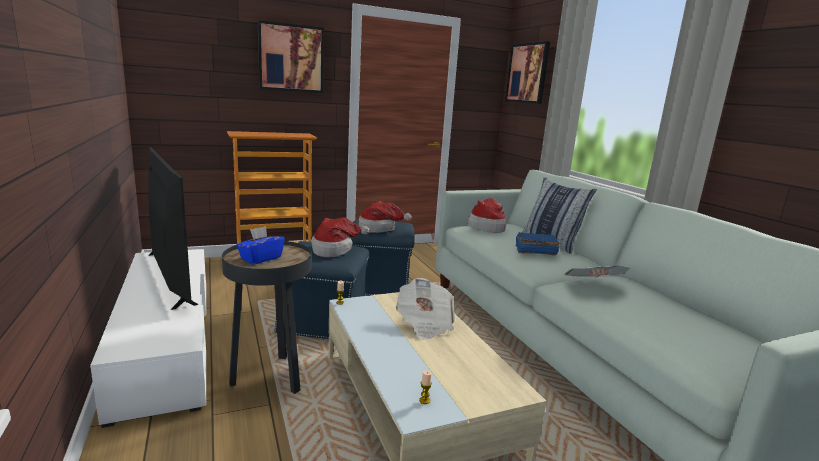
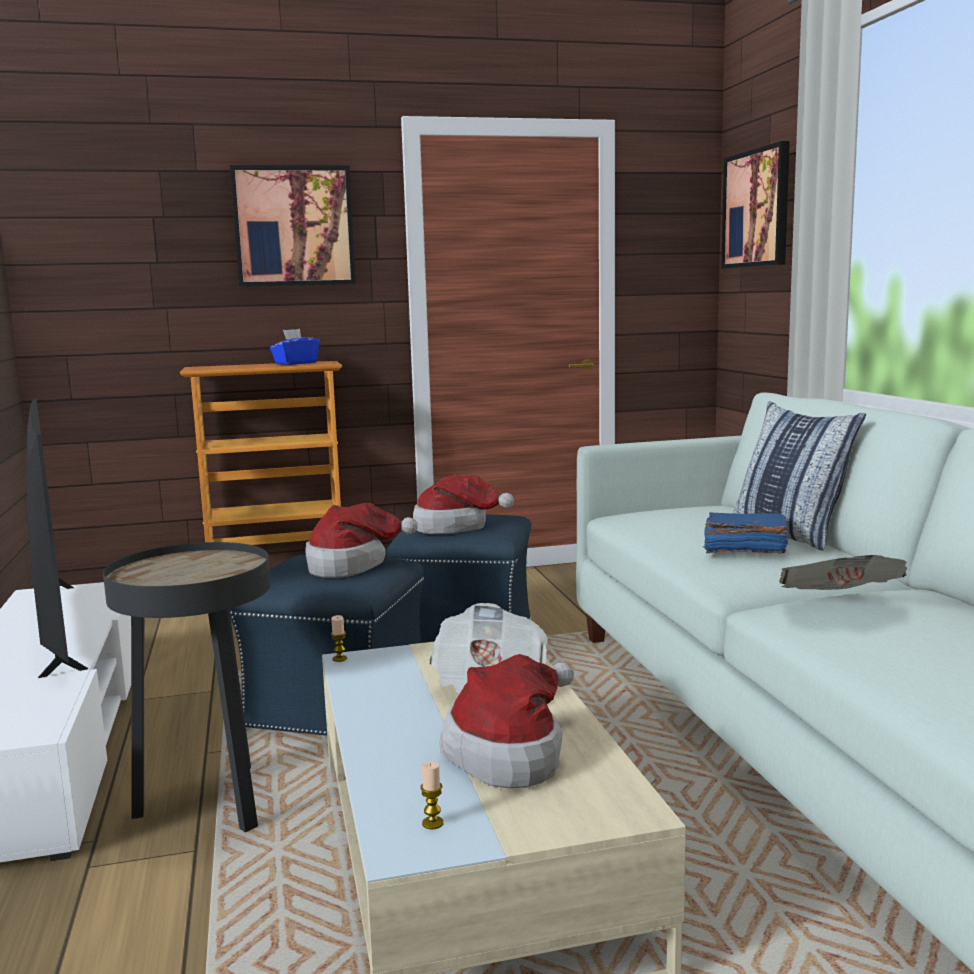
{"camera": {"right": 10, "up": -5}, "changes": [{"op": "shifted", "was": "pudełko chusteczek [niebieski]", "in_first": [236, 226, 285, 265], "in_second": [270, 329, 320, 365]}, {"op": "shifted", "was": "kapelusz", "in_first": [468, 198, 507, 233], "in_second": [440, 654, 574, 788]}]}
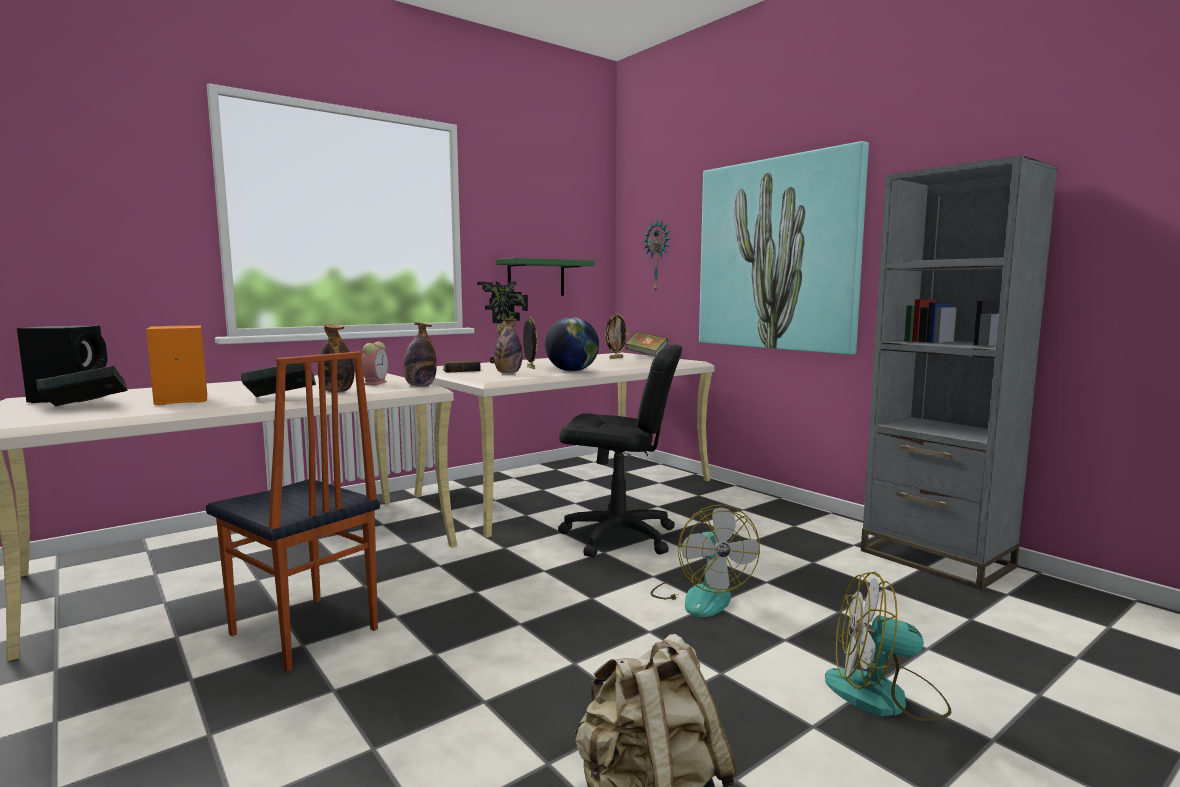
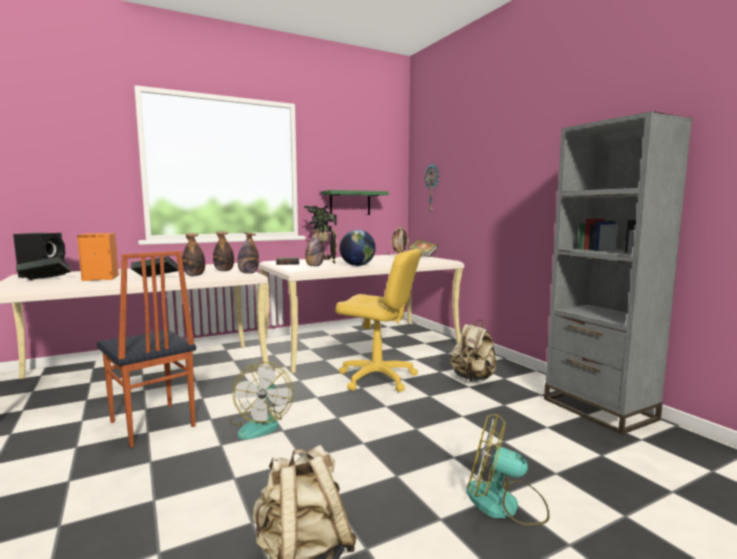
{"camera": {"right": 10, "up": 0}, "changes": [{"op": "swapped", "was": "budzik", "now": "butelka", "in_first": [362, 342, 388, 385], "in_second": [213, 231, 234, 271]}, {"op": "repainted", "was": "krzesło biurowe [czarny]", "now": "krzesło biurowe [żółty]", "in_first": [558, 345, 682, 557], "in_second": [335, 249, 422, 392]}, {"op": "shifted", "was": "wentylator", "in_first": [650, 505, 760, 617], "in_second": [229, 362, 294, 439]}, {"op": "gone", "was": "obraz", "in_first": [699, 141, 869, 355]}, {"op": "new", "now": "plecak [beżowy]", "in_second": [450, 320, 496, 382]}]}
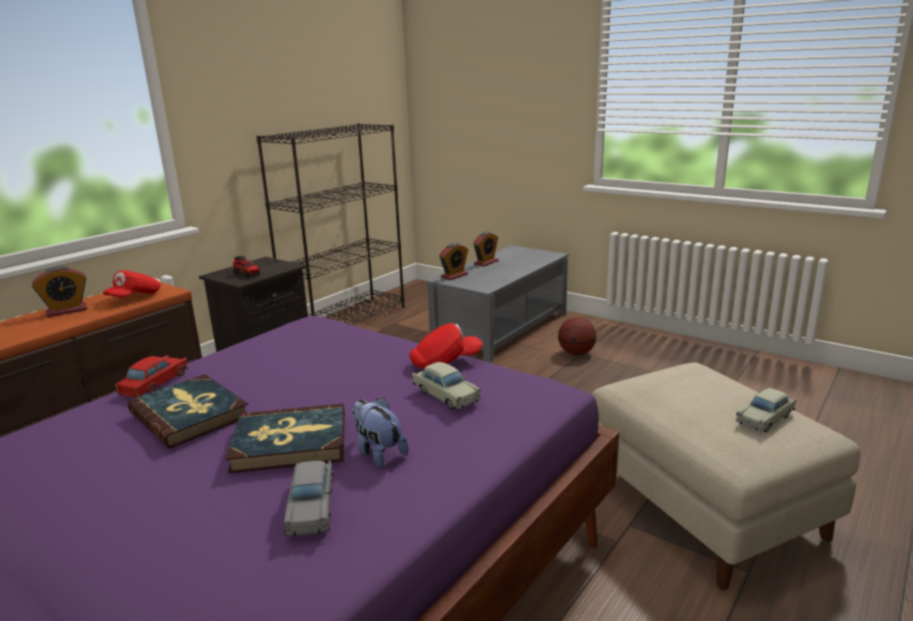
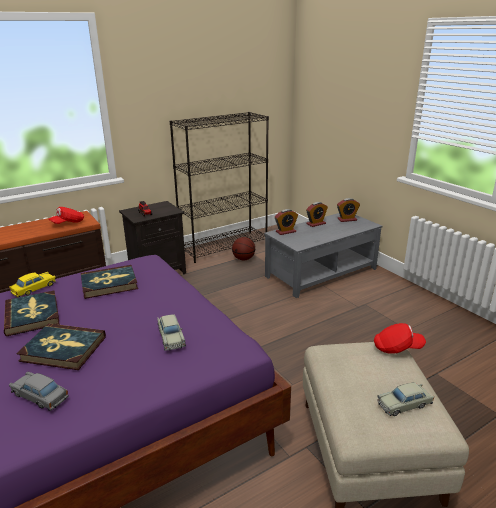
{"camera": {"right": 20, "up": 5}, "changes": [{"op": "shifted", "was": "budzik", "in_first": [32, 266, 87, 317], "in_second": [337, 198, 360, 222]}, {"op": "repainted", "was": "samochodzik [czerwony]", "now": "samochodzik [żółty]", "in_first": [115, 355, 188, 397], "in_second": [9, 272, 56, 297]}, {"op": "rotated", "was": "samochodzik [szary]", "in_first": [283, 460, 333, 537], "in_second": [9, 371, 68, 411], "clockwise": 105}, {"op": "gone", "was": "pluszak", "in_first": [352, 398, 409, 468]}, {"op": "shifted", "was": "czapka z daszkiem [czerwony]", "in_first": [409, 323, 483, 369], "in_second": [374, 323, 426, 354]}, {"op": "shifted", "was": "piłka do koszykówki", "in_first": [558, 317, 596, 355], "in_second": [232, 237, 255, 260]}, {"op": "new", "now": "książka", "in_second": [81, 265, 138, 299]}]}
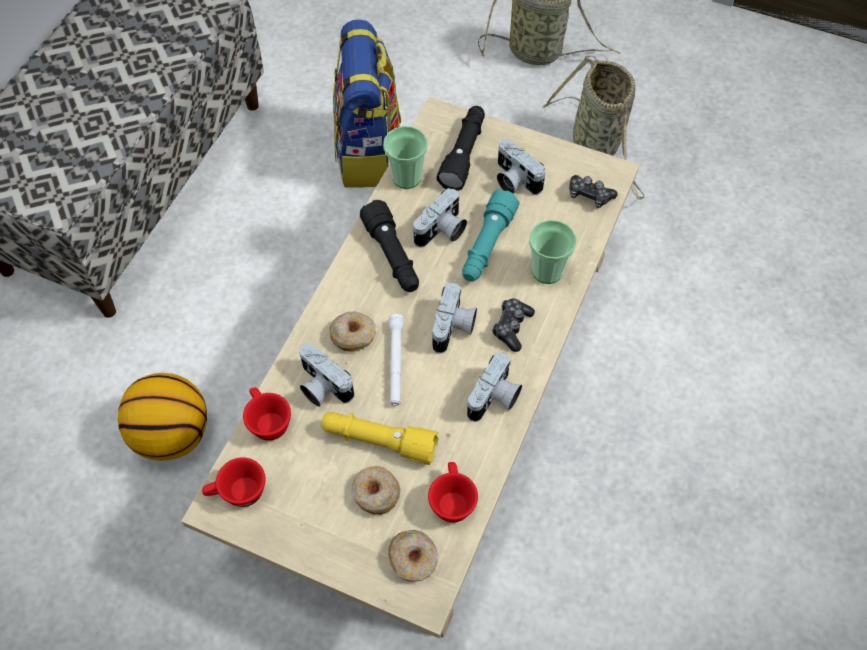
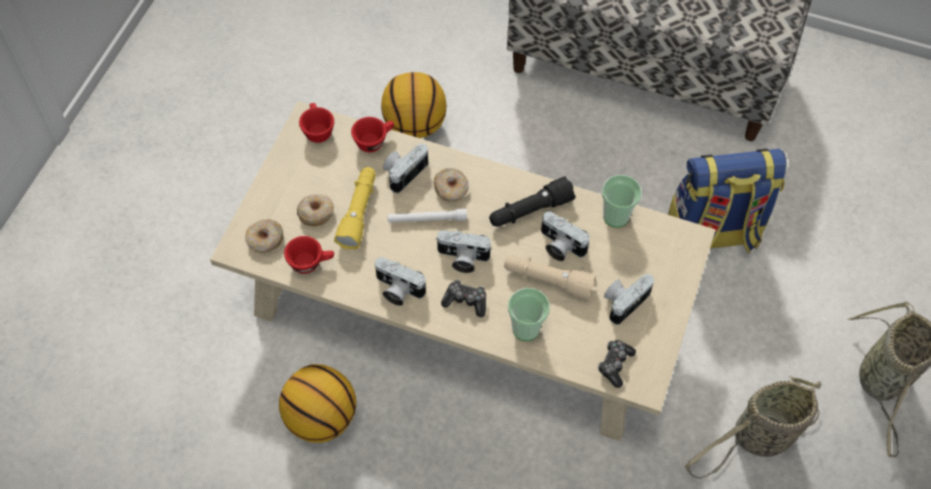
{"camera": {"right": 85, "up": 0}, "changes": [{"op": "gone", "was": "latarka [czarny]", "in_first": [436, 106, 485, 191]}, {"op": "repainted", "was": "latarka [turkusowy]", "now": "latarka [beżowy]", "in_first": [462, 190, 519, 282], "in_second": [504, 255, 597, 300]}, {"op": "new", "now": "piłka do koszykówki", "in_second": [279, 364, 356, 443]}]}
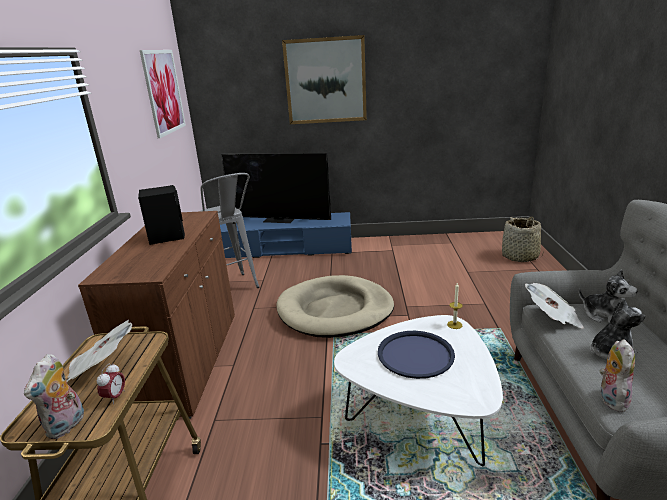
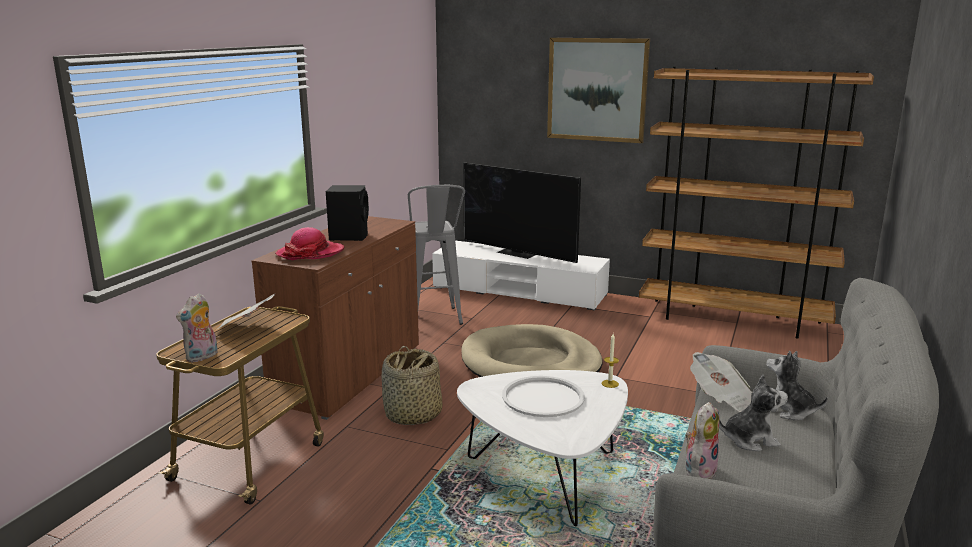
{"camera": {"right": 20, "up": -5}, "changes": [{"op": "gone", "was": "budzik", "in_first": [97, 363, 125, 404]}, {"op": "gone", "was": "obraz", "in_first": [140, 50, 186, 138]}, {"op": "repainted", "was": "szafka pod telewizor [niebieski]", "now": "szafka pod telewizor [biały]", "in_first": [220, 212, 352, 258], "in_second": [432, 241, 610, 311]}, {"op": "repainted", "was": "taca [niebieski]", "now": "taca [biały]", "in_first": [378, 331, 455, 379], "in_second": [502, 376, 585, 417]}, {"op": "shifted", "was": "koszyk", "in_first": [502, 217, 543, 262], "in_second": [381, 346, 442, 425]}, {"op": "rotated", "was": "pluszak", "in_first": [579, 269, 638, 323], "in_second": [766, 351, 828, 420], "clockwise": 150}, {"op": "new", "now": "kapelusz", "in_second": [275, 227, 344, 260]}, {"op": "new", "now": "regał [brązowy]", "in_second": [639, 67, 874, 339]}]}
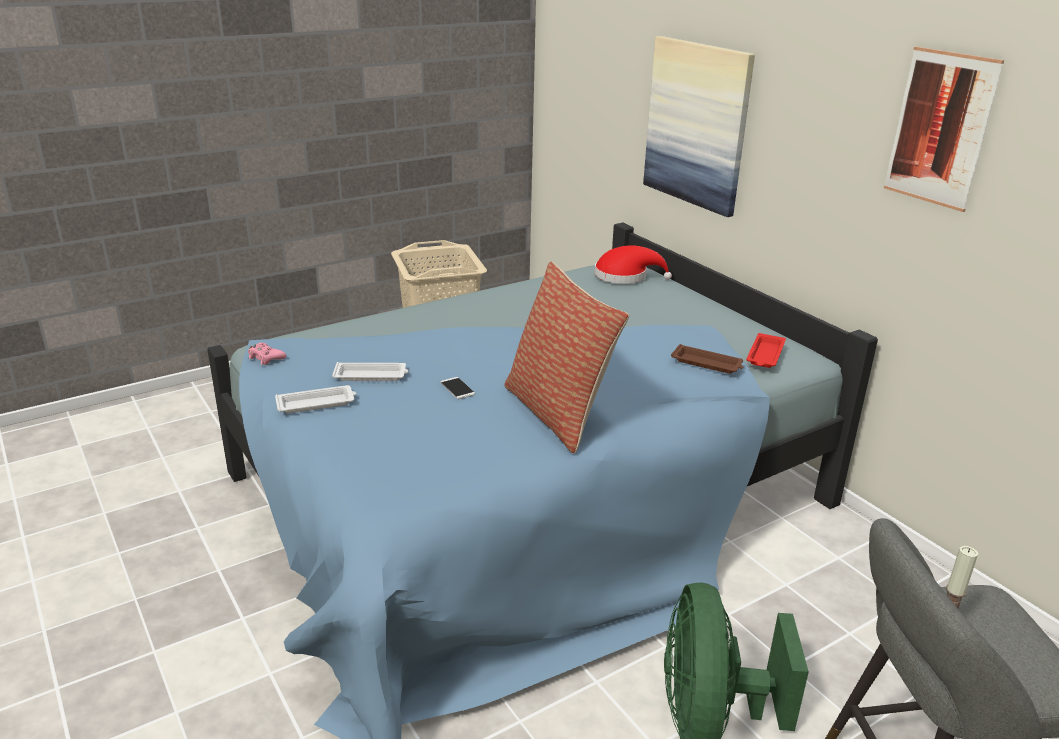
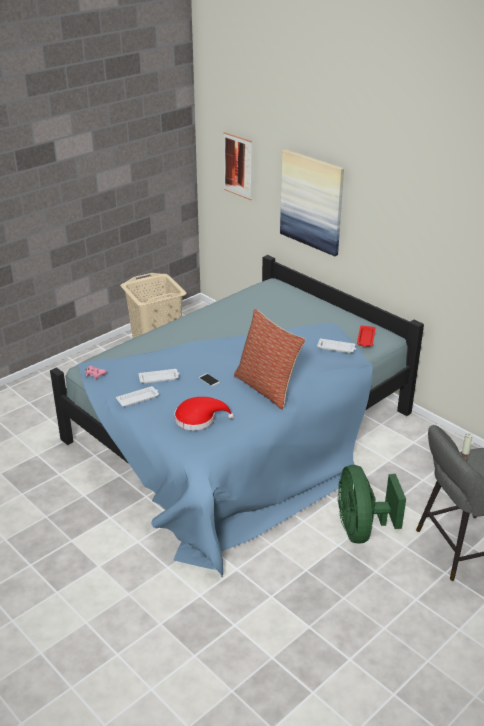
{"camera": {"right": -10, "up": 5}, "changes": [{"op": "shifted", "was": "kapelusz [czerwony]", "in_first": [595, 245, 672, 284], "in_second": [174, 397, 234, 430]}, {"op": "repainted", "was": "taca [brązowy]", "now": "taca [biały]", "in_first": [671, 344, 743, 374], "in_second": [317, 338, 356, 353]}, {"op": "shifted", "was": "obraz", "in_first": [884, 47, 1004, 212], "in_second": [223, 132, 252, 200]}]}
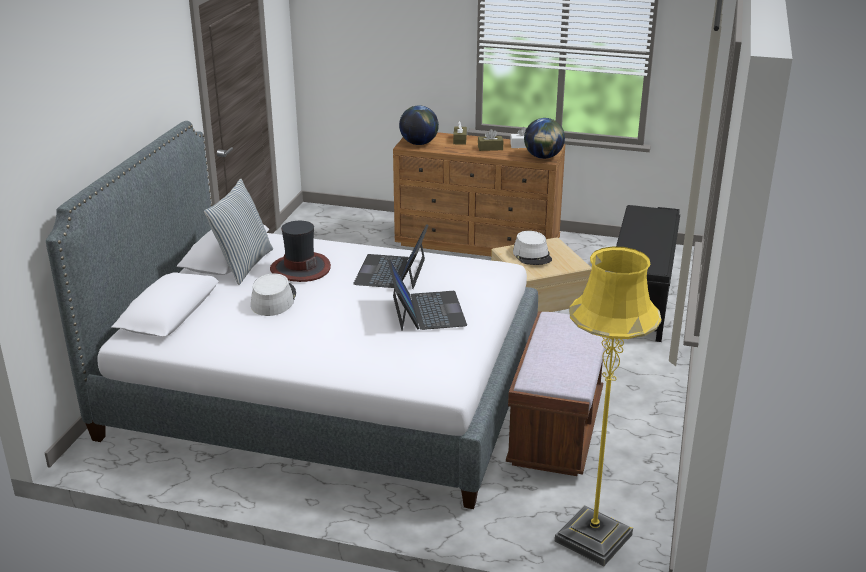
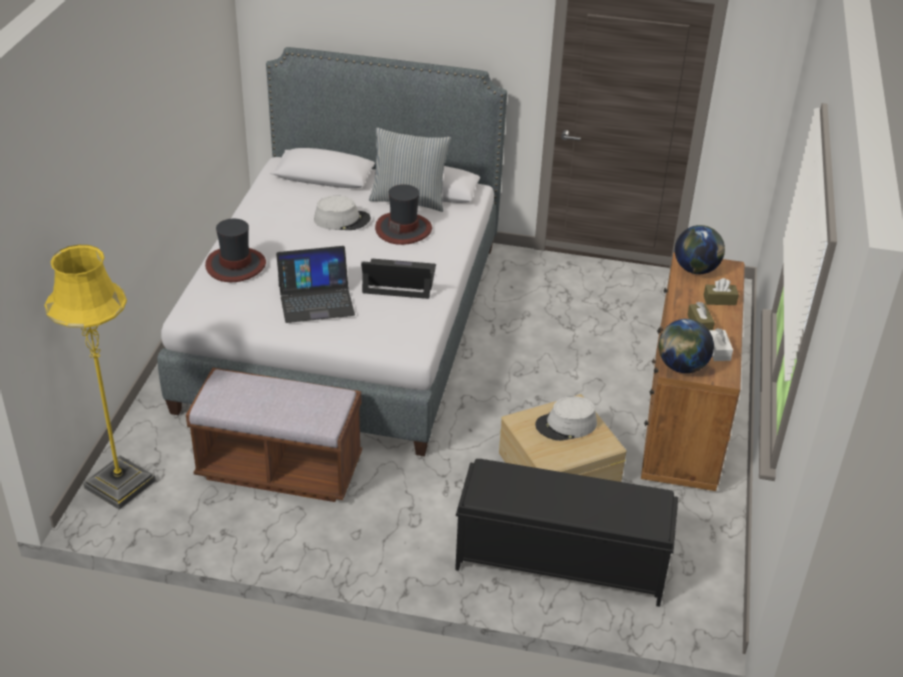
{"camera": {"right": 85, "up": 10}, "changes": [{"op": "new", "now": "kapelusz", "in_second": [205, 219, 266, 282]}]}
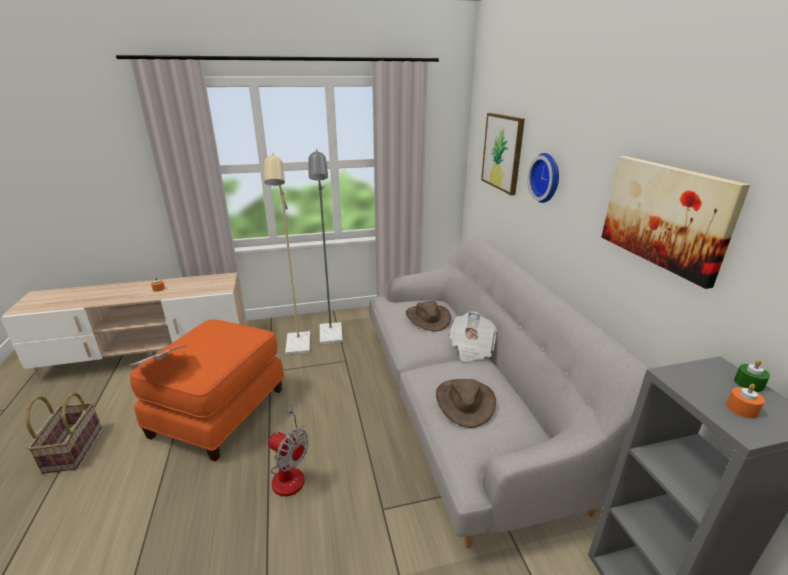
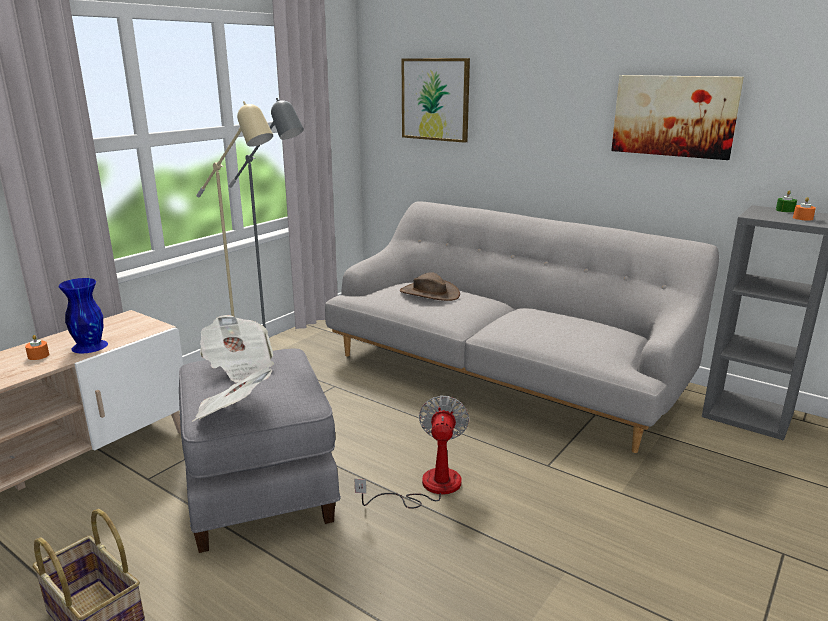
{"camera": {"right": -40, "up": -5}, "changes": [{"op": "repainted", "was": "pufa [pomarańczowy]", "now": "pufa [szary]", "in_first": [130, 319, 284, 462], "in_second": [179, 349, 341, 553]}, {"op": "rotated", "was": "wentylator", "in_first": [268, 405, 309, 496], "in_second": [355, 396, 469, 509], "clockwise": -75}, {"op": "gone", "was": "kapelusz [brązowy]", "in_first": [436, 379, 496, 428]}, {"op": "shifted", "was": "gazeta", "in_first": [449, 311, 497, 362], "in_second": [200, 315, 274, 383]}, {"op": "gone", "was": "zegar ścienny", "in_first": [528, 153, 559, 203]}, {"op": "new", "now": "wazon [niebieski]", "in_second": [59, 278, 108, 353]}]}
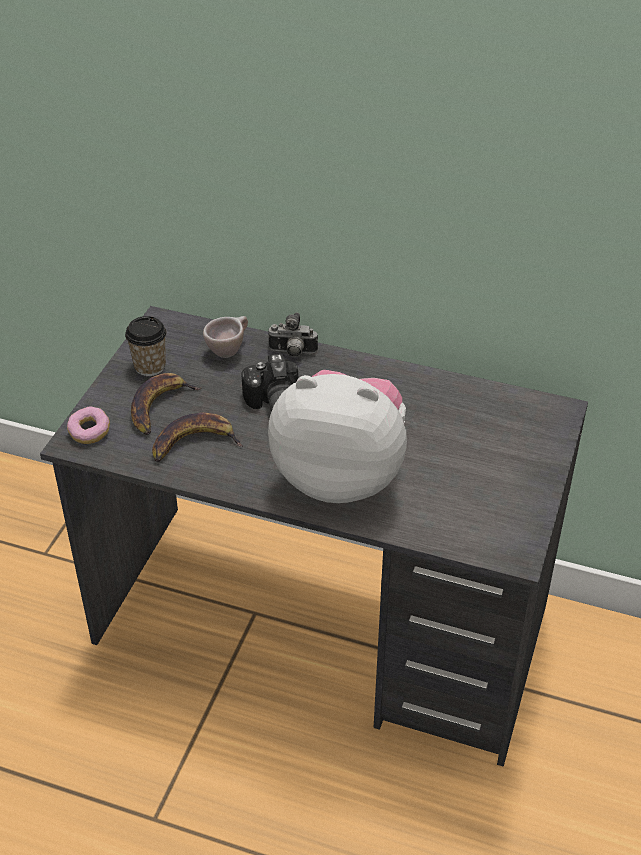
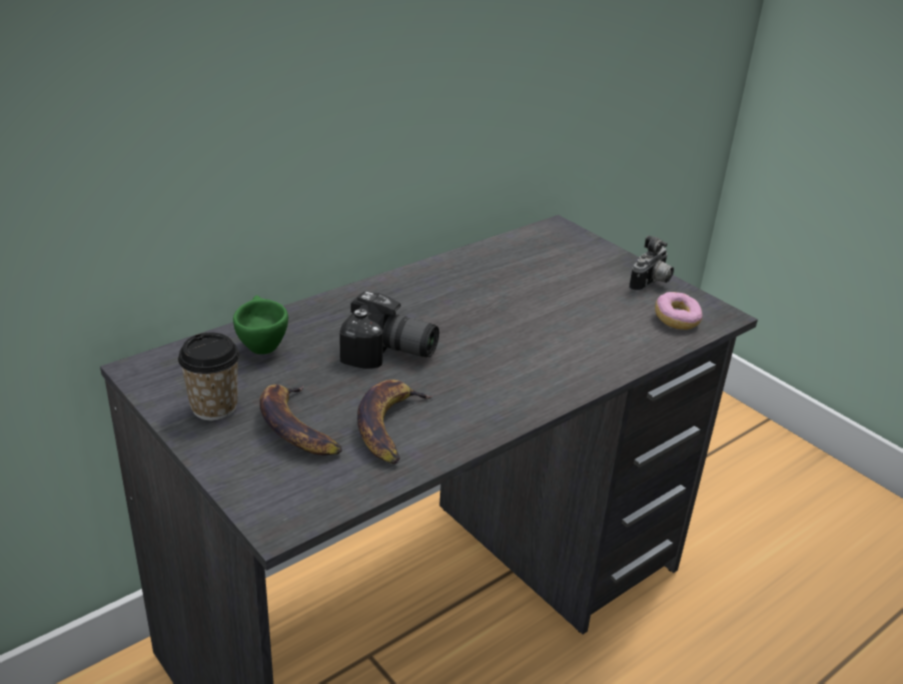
{"camera": {"right": -60, "up": -10}, "changes": [{"op": "shifted", "was": "donut", "in_first": [67, 406, 110, 444], "in_second": [655, 292, 702, 330]}, {"op": "repainted", "was": "filiżanka [beżowy]", "now": "filiżanka [zielony]", "in_first": [203, 316, 248, 358], "in_second": [233, 295, 288, 354]}, {"op": "shifted", "was": "aparat fotograficzny", "in_first": [267, 312, 318, 357], "in_second": [629, 235, 674, 292]}, {"op": "gone", "was": "pluszak", "in_first": [268, 370, 407, 503]}]}
